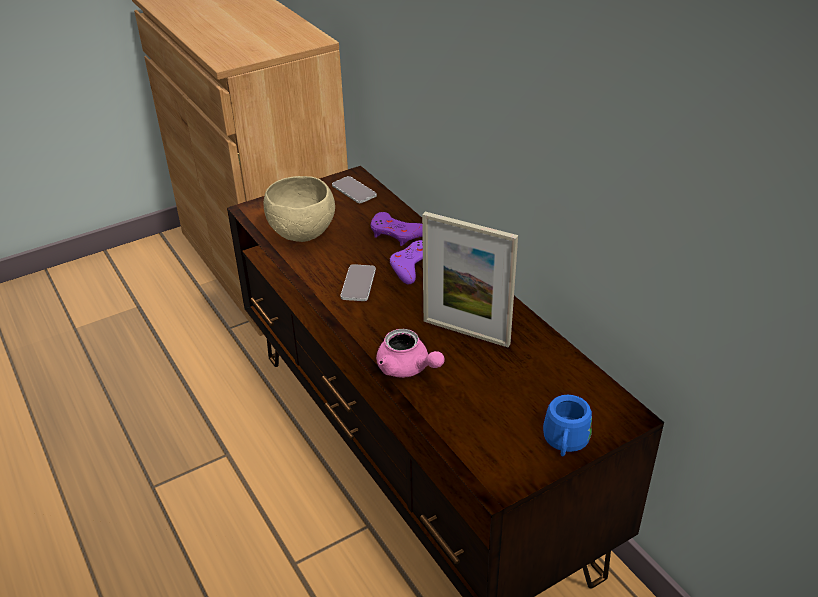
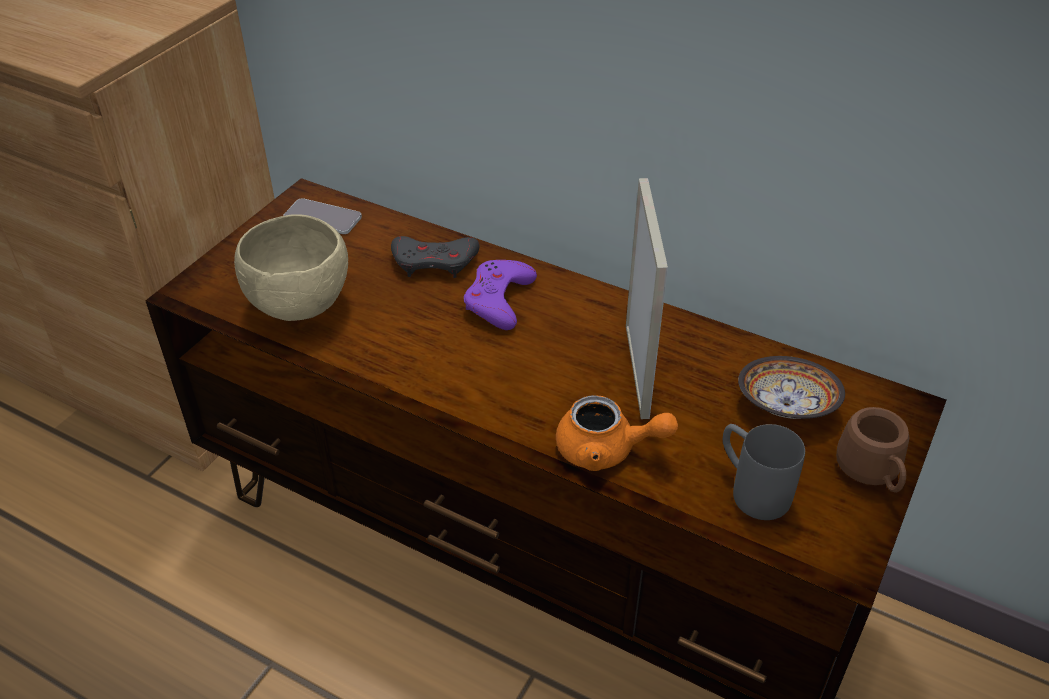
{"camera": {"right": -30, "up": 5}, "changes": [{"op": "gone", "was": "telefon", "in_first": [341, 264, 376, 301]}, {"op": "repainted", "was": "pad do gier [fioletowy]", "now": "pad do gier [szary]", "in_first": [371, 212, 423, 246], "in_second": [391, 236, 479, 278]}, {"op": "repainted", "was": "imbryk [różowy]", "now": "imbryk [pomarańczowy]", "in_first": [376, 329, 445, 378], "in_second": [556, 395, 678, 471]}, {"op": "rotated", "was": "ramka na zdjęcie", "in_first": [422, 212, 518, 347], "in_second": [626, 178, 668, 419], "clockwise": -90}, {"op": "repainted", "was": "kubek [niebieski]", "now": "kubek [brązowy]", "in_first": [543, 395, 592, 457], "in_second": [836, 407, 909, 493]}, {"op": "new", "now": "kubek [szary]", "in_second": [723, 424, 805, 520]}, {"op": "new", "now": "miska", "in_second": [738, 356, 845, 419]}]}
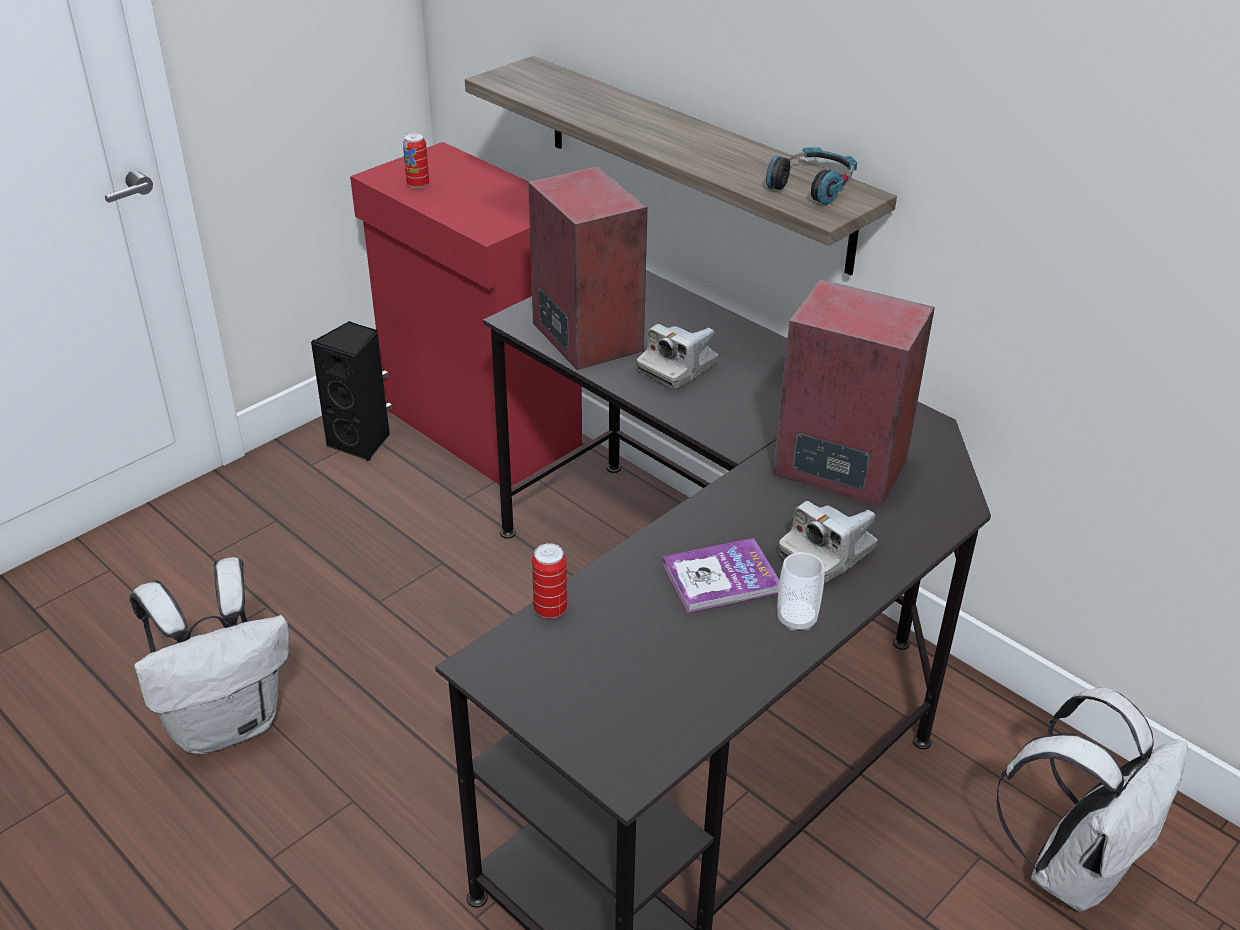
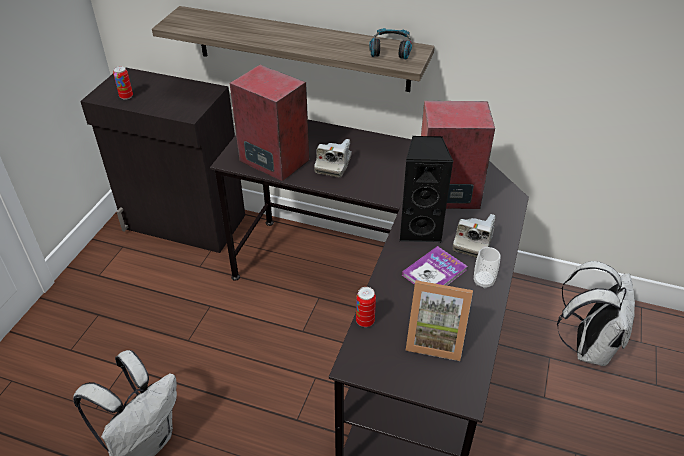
{"camera": {"right": -25, "up": 5}, "changes": [{"op": "shifted", "was": "głośnik [czarny]", "in_first": [311, 321, 390, 462], "in_second": [399, 136, 454, 243]}, {"op": "repainted", "was": "szafka [czerwony]", "now": "szafka [czarny]", "in_first": [350, 142, 582, 487], "in_second": [80, 67, 245, 253]}, {"op": "new", "now": "ramka na zdjęcie", "in_second": [405, 280, 473, 361]}]}
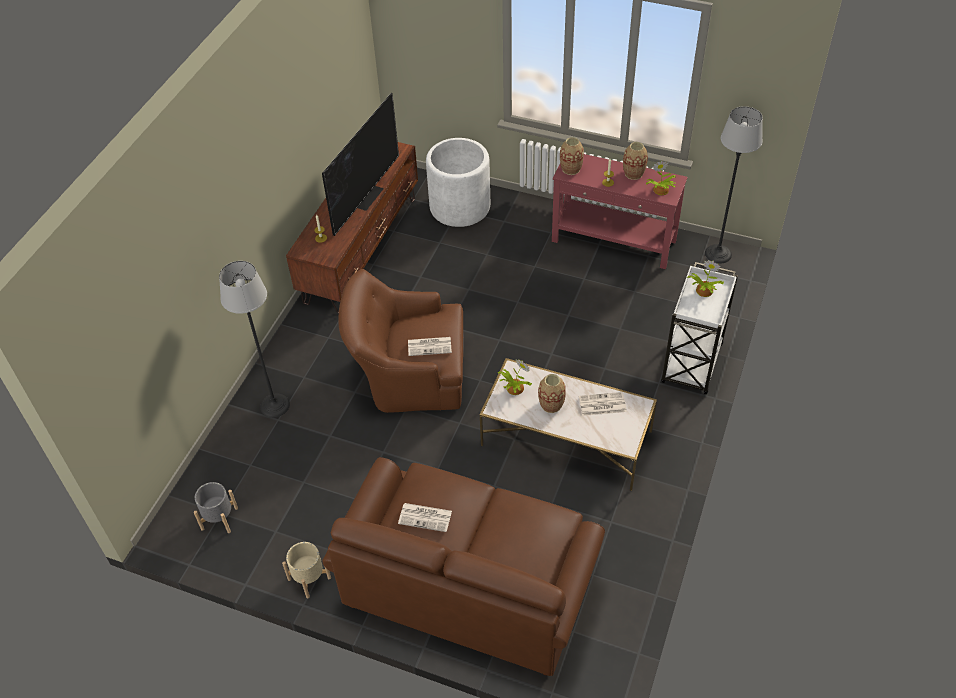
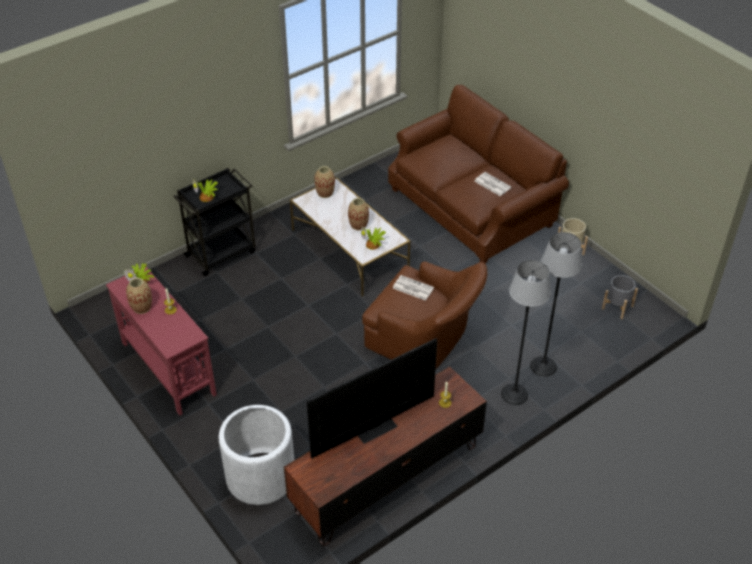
{"camera": {"right": -150, "up": -5}, "changes": [{"op": "shifted", "was": "wazon", "in_first": [560, 137, 584, 175], "in_second": [314, 166, 335, 198]}, {"op": "gone", "was": "gazeta", "in_first": [579, 392, 627, 416]}, {"op": "repainted", "was": "wózek [biały]", "now": "wózek [czarny]", "in_first": [661, 262, 738, 395], "in_second": [173, 168, 256, 276]}, {"op": "shifted", "was": "lampa stojąca", "in_first": [705, 106, 763, 264], "in_second": [501, 260, 551, 405]}]}
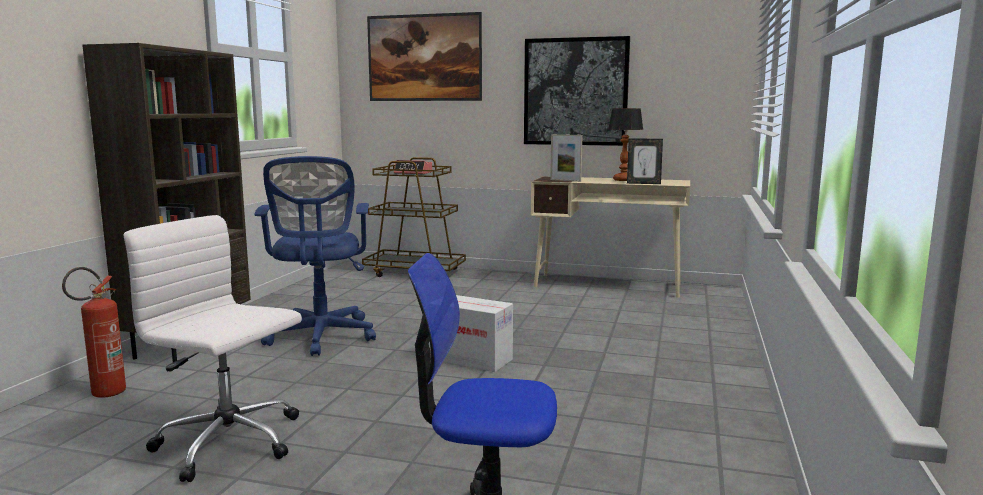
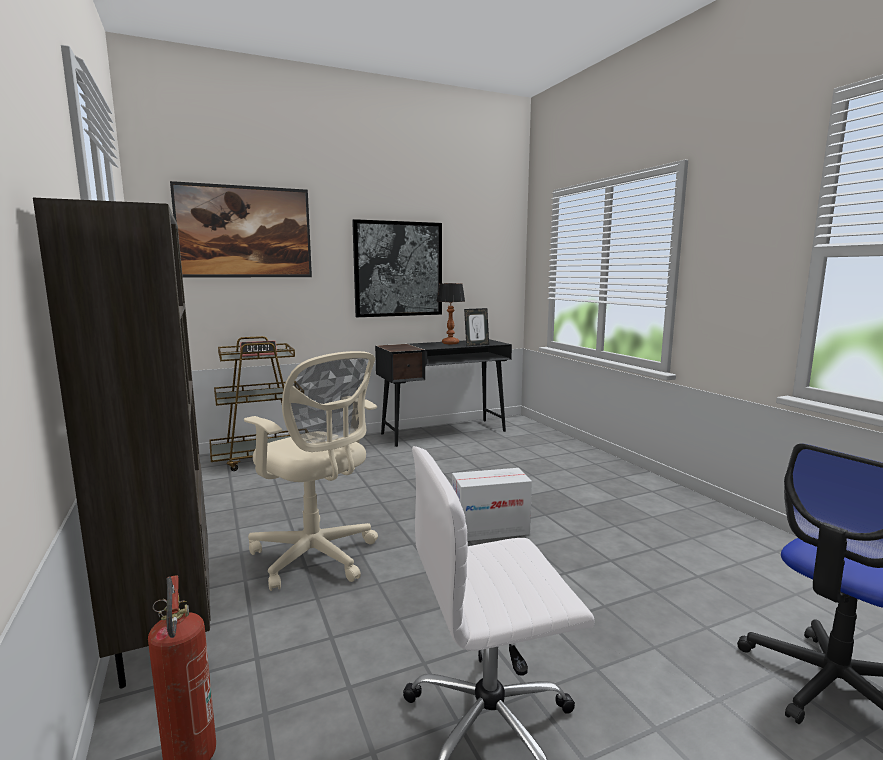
{"camera": {"right": -40, "up": 0}, "changes": [{"op": "repainted", "was": "krzesło biurowe [niebieski]", "now": "krzesło biurowe [beżowy]", "in_first": [254, 156, 376, 356], "in_second": [244, 351, 378, 591]}, {"op": "repainted", "was": "biurko [beżowy]", "now": "biurko [czarny]", "in_first": [531, 176, 690, 298], "in_second": [375, 339, 512, 447]}, {"op": "gone", "was": "ramka na zdjęcie", "in_first": [550, 134, 583, 182]}]}
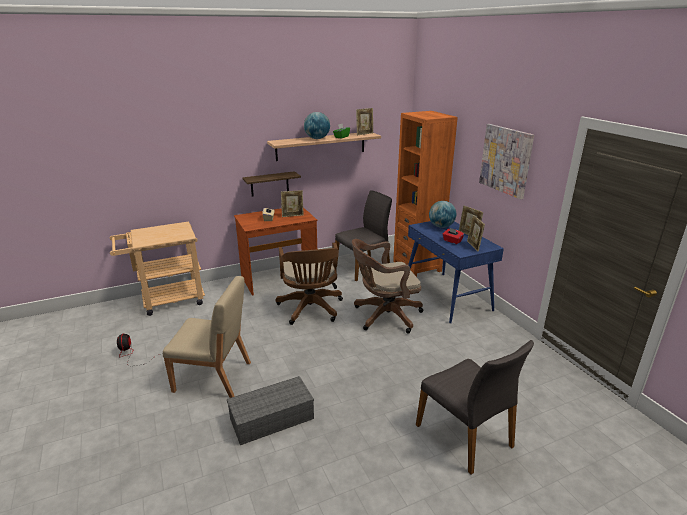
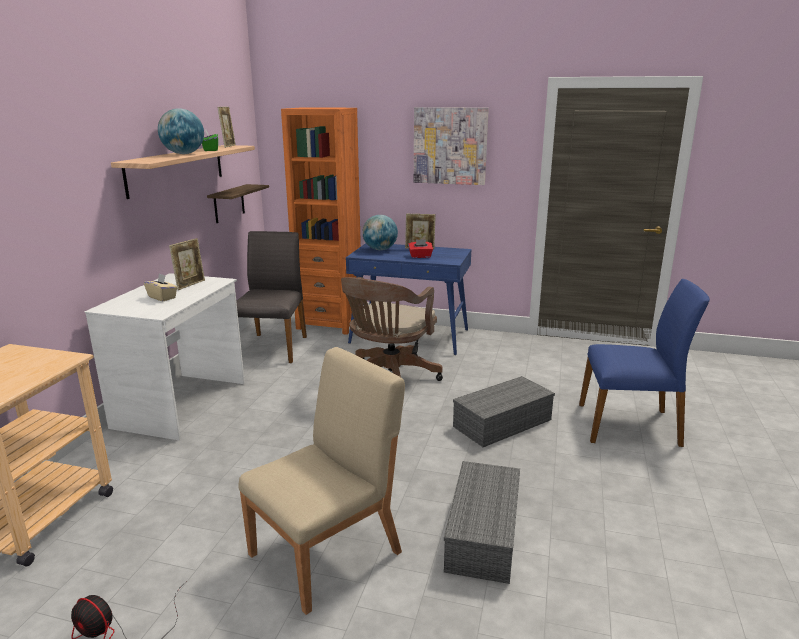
{"camera": {"right": -50, "up": -5}, "changes": [{"op": "repainted", "was": "biurko [brązowy]", "now": "biurko [biały]", "in_first": [234, 207, 317, 295], "in_second": [85, 273, 245, 440]}, {"op": "shifted", "was": "półka", "in_first": [242, 171, 301, 197], "in_second": [207, 184, 269, 223]}, {"op": "gone", "was": "krzesło biurowe [brązowy]", "in_first": [276, 242, 343, 325]}, {"op": "repainted", "was": "krzesło [szary]", "now": "krzesło [niebieski]", "in_first": [416, 340, 534, 474], "in_second": [579, 279, 710, 447]}, {"op": "gone", "was": "ramka na zdjęcie", "in_first": [467, 215, 485, 252]}, {"op": "new", "now": "pojemnik do przechowywania [szary]", "in_second": [453, 376, 555, 447]}]}
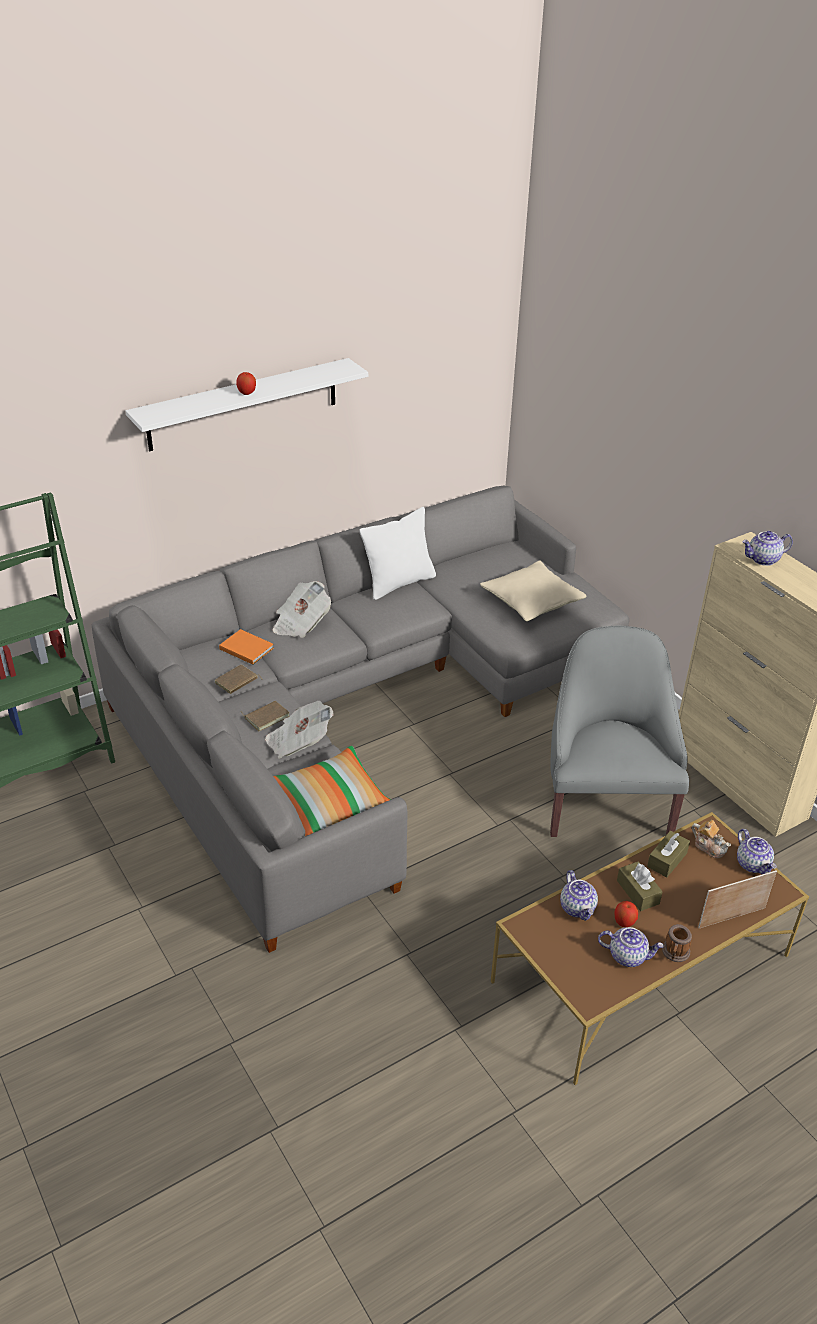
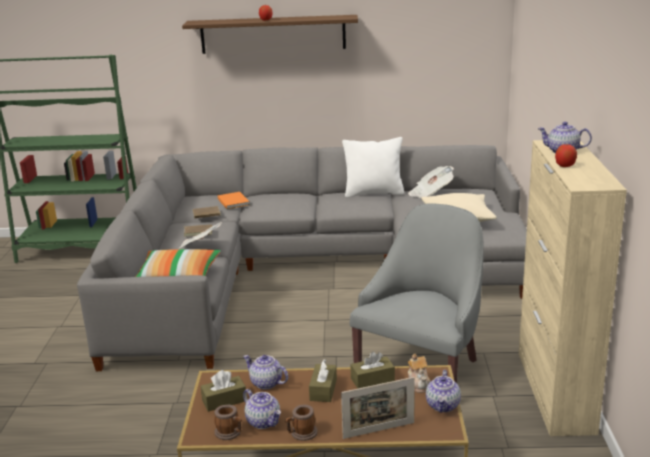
{"camera": {"right": 35, "up": -15}, "changes": [{"op": "repainted", "was": "półka [biały]", "now": "półka [brązowy]", "in_first": [125, 358, 368, 452], "in_second": [182, 15, 358, 54]}, {"op": "shifted", "was": "gazeta", "in_first": [273, 581, 331, 638], "in_second": [408, 166, 454, 198]}, {"op": "rotated", "was": "imbryk", "in_first": [560, 870, 598, 921], "in_second": [243, 355, 288, 389], "clockwise": 105}, {"op": "shifted", "was": "jabłko", "in_first": [615, 901, 638, 927], "in_second": [555, 144, 577, 167]}, {"op": "rotated", "was": "ramka na zdjęcie", "in_first": [698, 870, 777, 928], "in_second": [341, 377, 415, 439], "clockwise": 150}, {"op": "new", "now": "pudełko chusteczek [brązowy]", "in_second": [201, 370, 246, 412]}, {"op": "new", "now": "kubek", "in_second": [214, 405, 242, 440]}]}
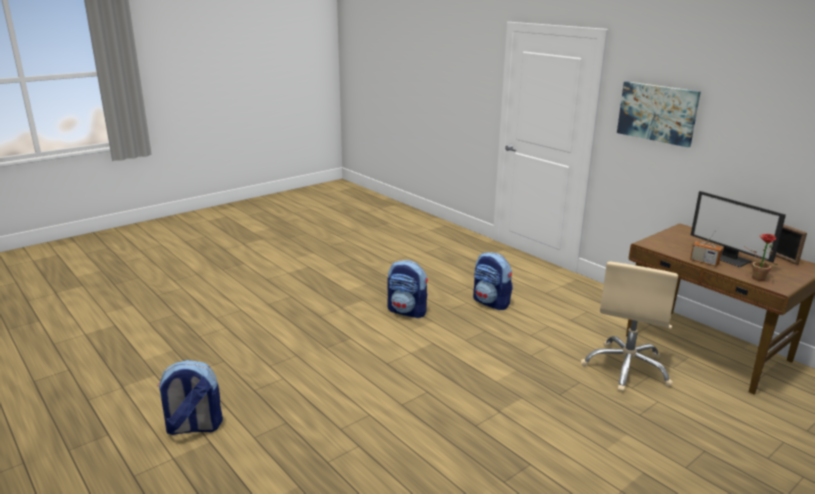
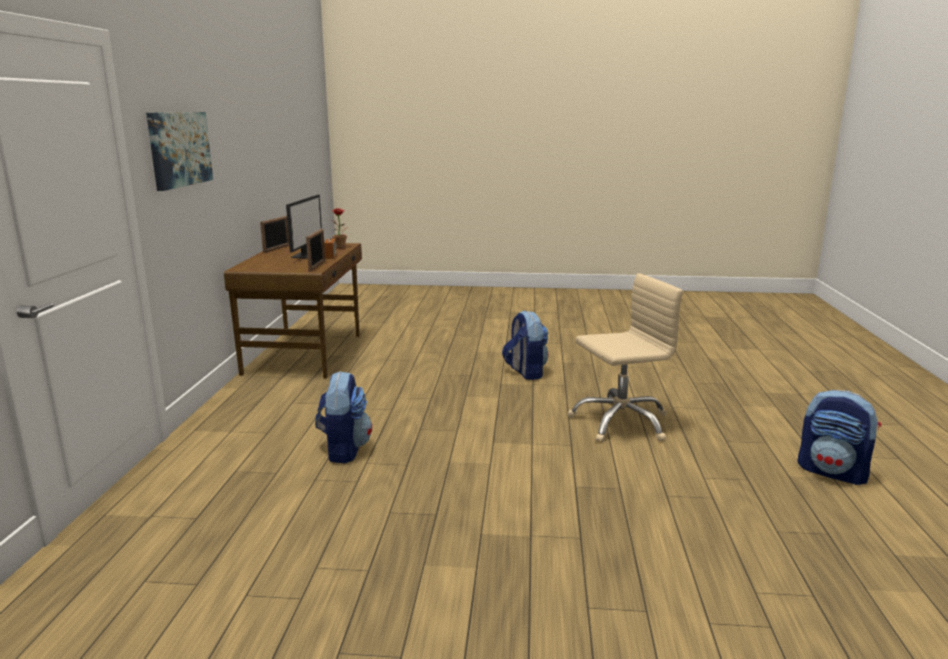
{"camera": {"right": -135, "up": -5}, "changes": [{"op": "shifted", "was": "plecak", "in_first": [387, 260, 428, 318], "in_second": [502, 310, 548, 380]}, {"op": "shifted", "was": "krzesło biurowe [beżowy]", "in_first": [581, 262, 678, 392], "in_second": [568, 273, 683, 443]}, {"op": "new", "now": "ramka na zdjęcie", "in_second": [306, 229, 325, 272]}]}
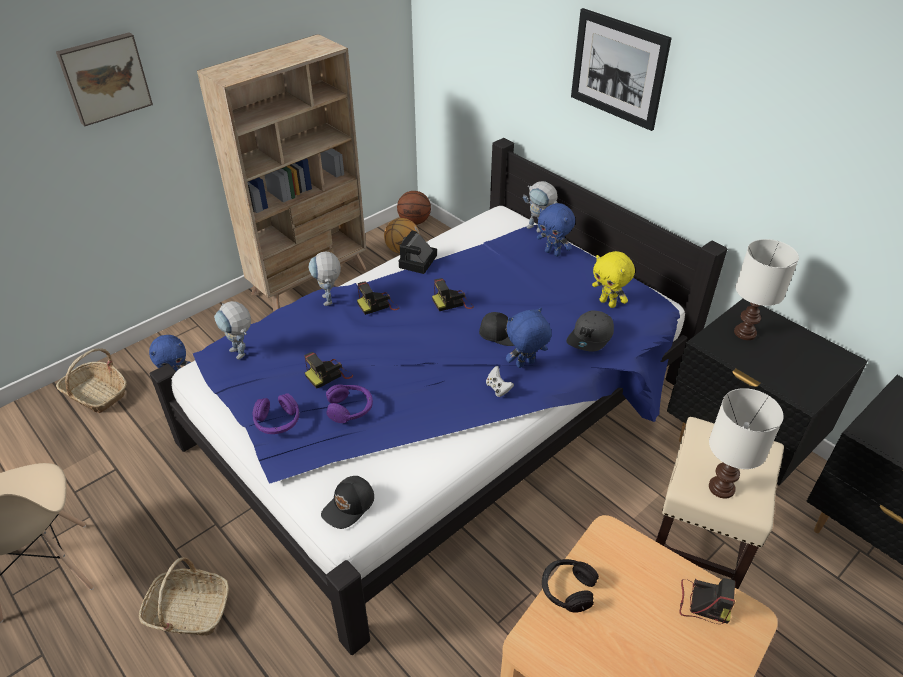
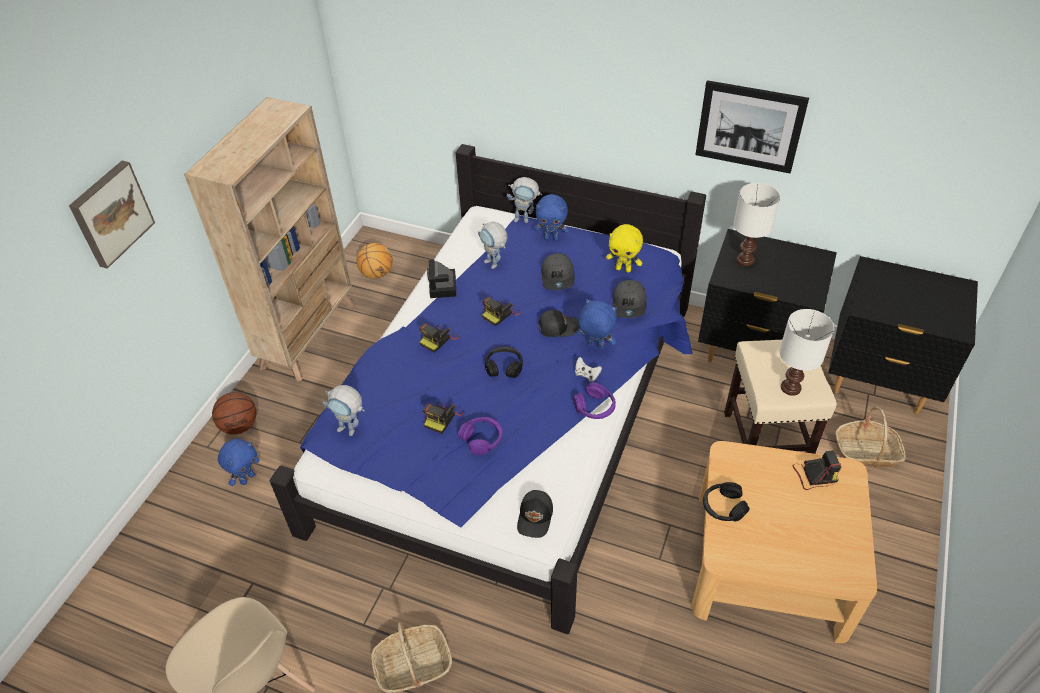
{"camera": {"right": -25, "up": 5}, "changes": [{"op": "shifted", "was": "koszyk", "in_first": [56, 348, 127, 413], "in_second": [836, 406, 906, 467]}, {"op": "shifted", "was": "słuchawki [fioletowy]", "in_first": [253, 393, 299, 434], "in_second": [573, 382, 616, 419]}, {"op": "shifted", "was": "robot zabawkowy", "in_first": [309, 252, 341, 306], "in_second": [478, 222, 507, 269]}, {"op": "shifted", "was": "piłka do koszykówki", "in_first": [397, 191, 431, 225], "in_second": [212, 392, 257, 435]}, {"op": "rotated", "was": "pluszak [niebieski]", "in_first": [506, 308, 552, 368], "in_second": [577, 299, 617, 350], "clockwise": 75}, {"op": "shifted", "was": "obraz", "in_first": [571, 8, 672, 131], "in_second": [695, 80, 809, 173]}, {"op": "new", "now": "słuchawki [czarny]", "in_second": [485, 346, 523, 378]}, {"op": "new", "now": "czapka z daszkiem [szary]", "in_second": [541, 253, 575, 290]}]}
